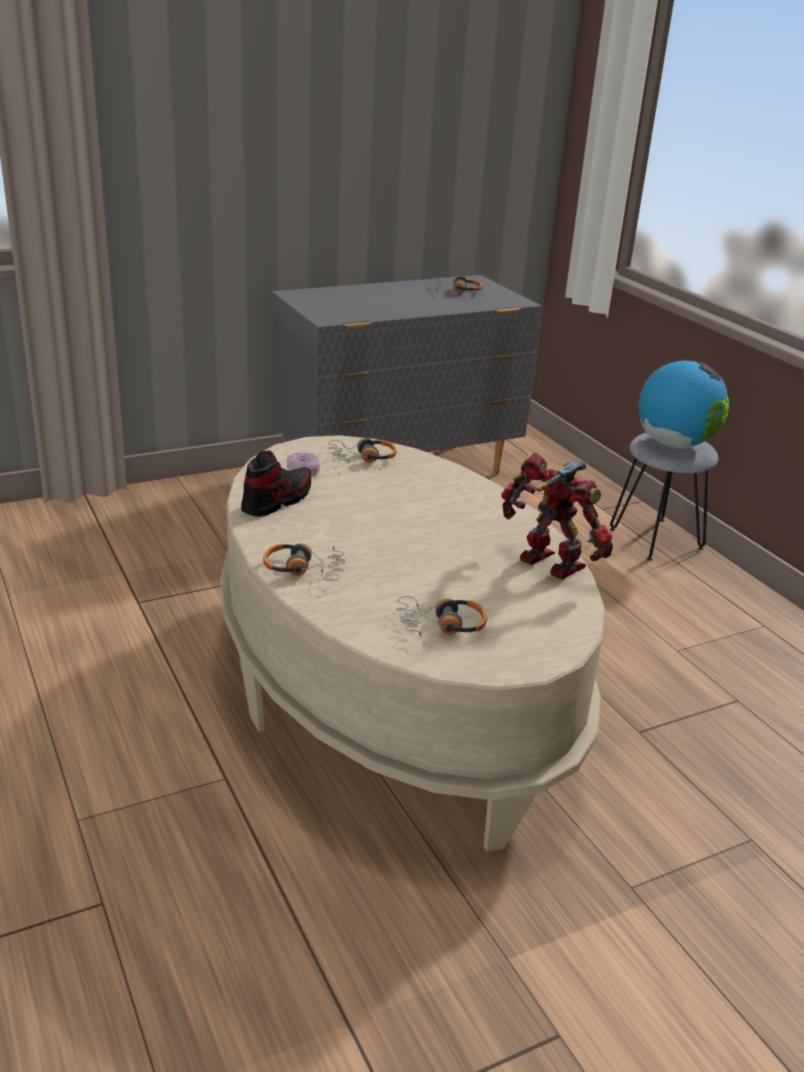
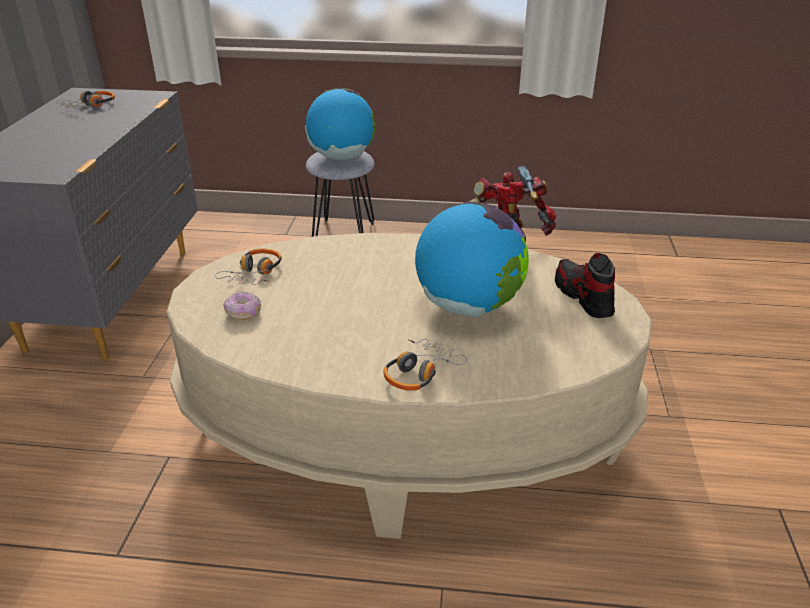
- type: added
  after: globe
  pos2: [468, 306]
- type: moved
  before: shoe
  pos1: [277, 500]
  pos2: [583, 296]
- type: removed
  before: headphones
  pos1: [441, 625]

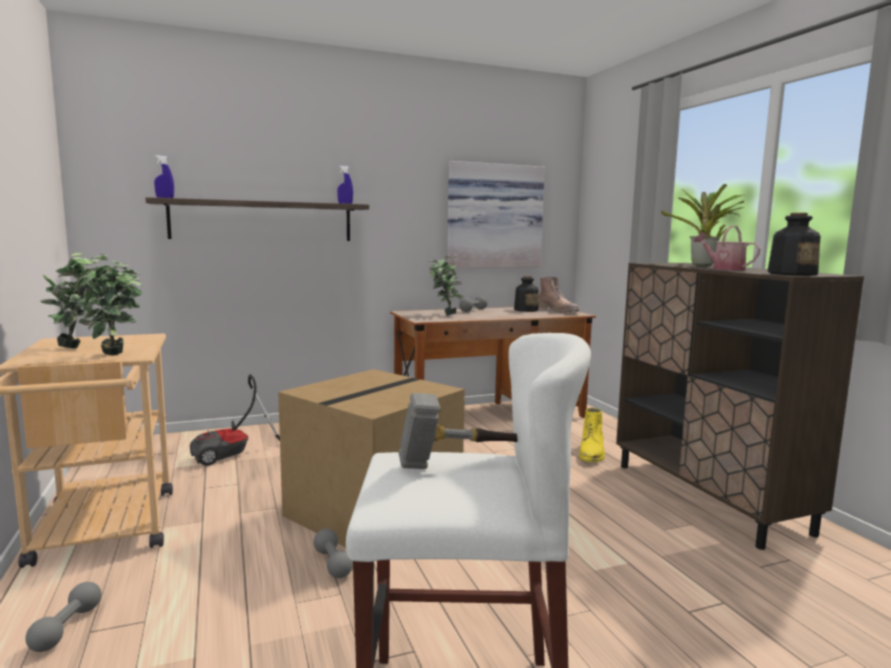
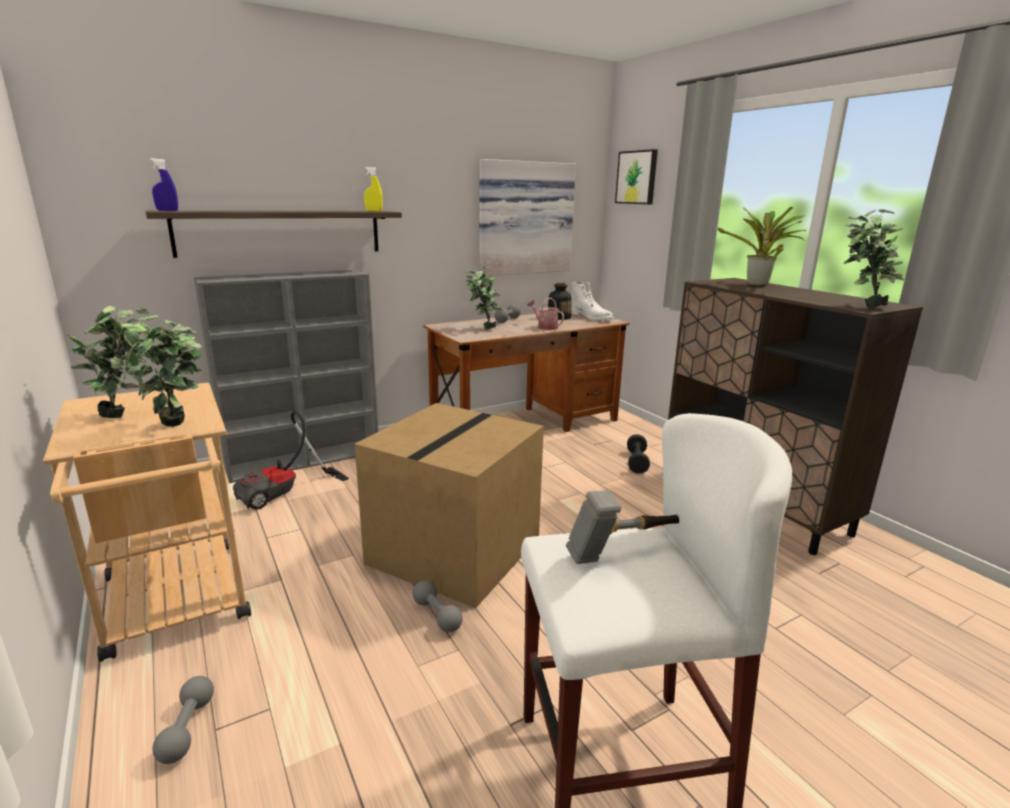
- type: added
  after: grey bookcase
  pos2: [306, 459]
- type: recoloured
  before: blue spray bottle
  after: yellow spray bottle
  pos1: [345, 203]
  pos2: [374, 211]
- type: moved
  before: watering can
  pos1: [724, 269]
  pos2: [545, 327]
- type: recoloured
  before: brown boot
  after: white boot
  pos1: [559, 311]
  pos2: [591, 317]
- type: added
  after: picture
  pos2: [637, 177]
- type: replaced
  before: yellow boot
  after: black dumbbell
  pos1: [592, 453]
  pos2: [636, 462]
- type: replaced
  before: bottle
  after: potted plant
  pos1: [791, 274]
  pos2: [861, 306]

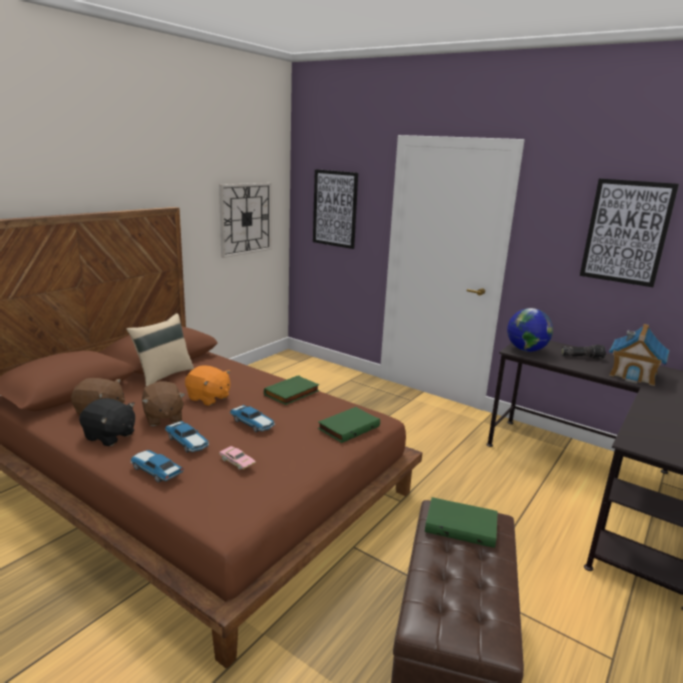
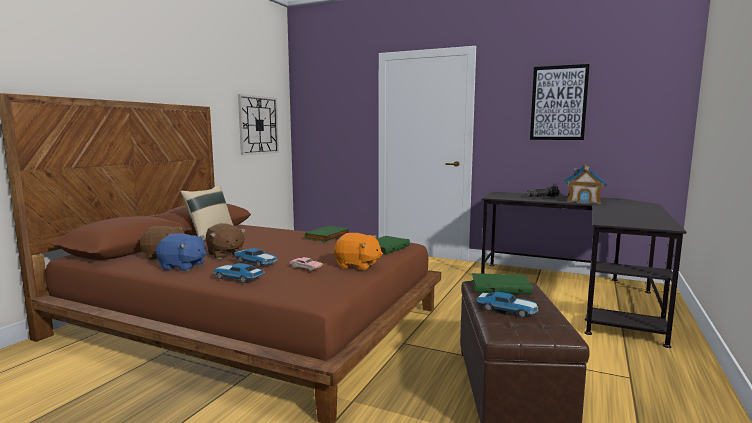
- type: recoloured
  before: black plush toy
  after: blue plush toy
  pos1: [110, 436]
  pos2: [183, 267]
- type: moved
  before: orange plush toy
  pos1: [208, 398]
  pos2: [357, 266]
- type: moved
  before: toy car
  pos1: [253, 423]
  pos2: [507, 310]
- type: removed
  before: picture
  pos1: [335, 208]
- type: removed
  before: globe
  pos1: [526, 350]

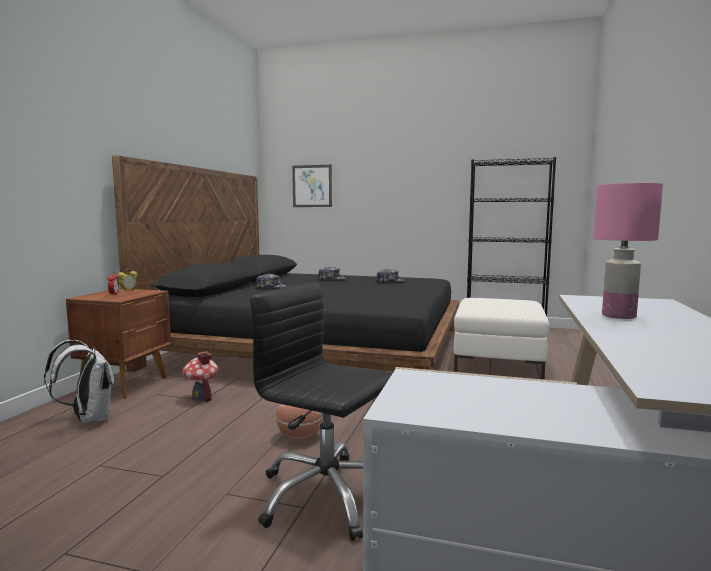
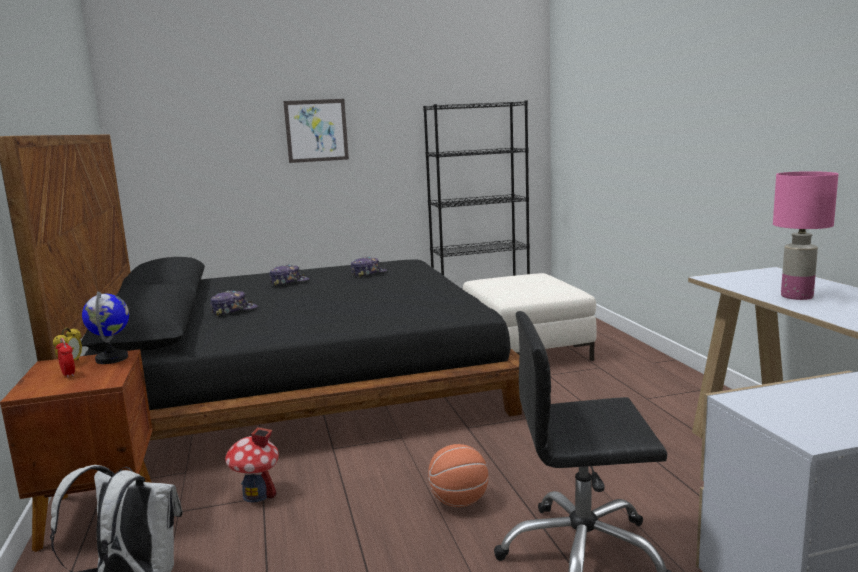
- type: added
  after: globe
  pos2: [112, 358]
- type: moved
  before: picture
  pos1: [312, 186]
  pos2: [316, 130]

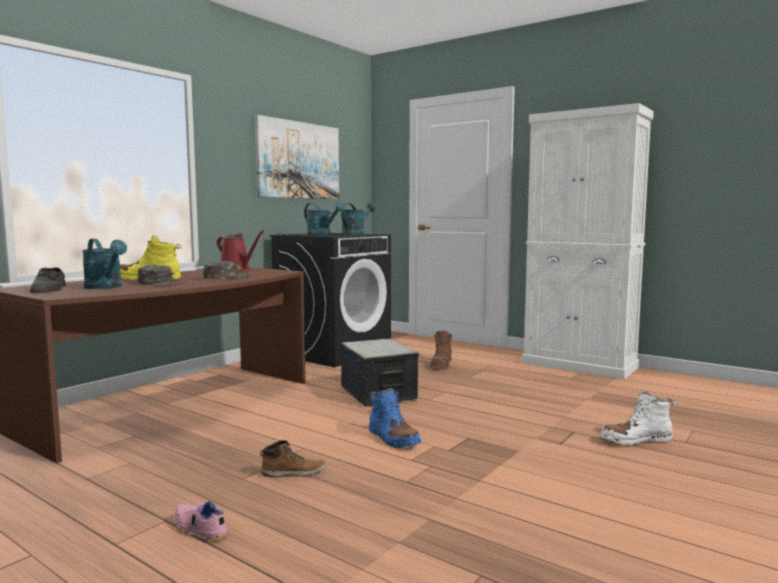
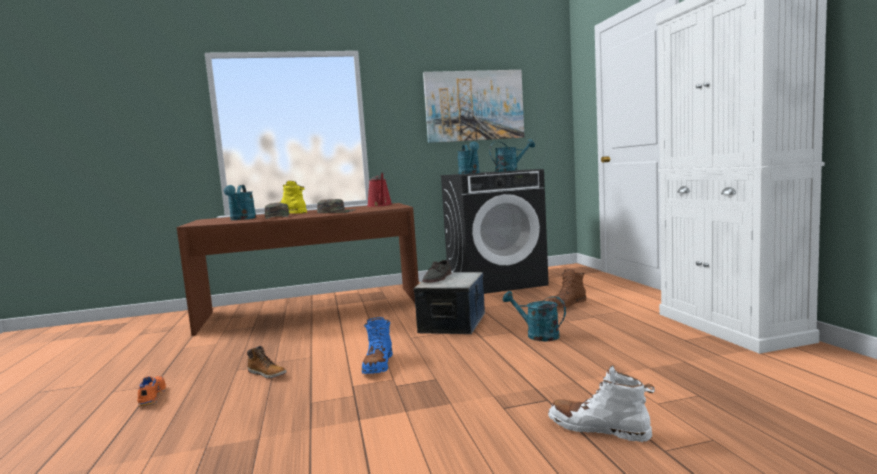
- type: recoloured
  before: pink shoe
  after: orange shoe
  pos1: [199, 530]
  pos2: [151, 397]
- type: moved
  before: grey shoe
  pos1: [49, 289]
  pos2: [438, 278]
- type: added
  after: turquoise watering can
  pos2: [537, 335]

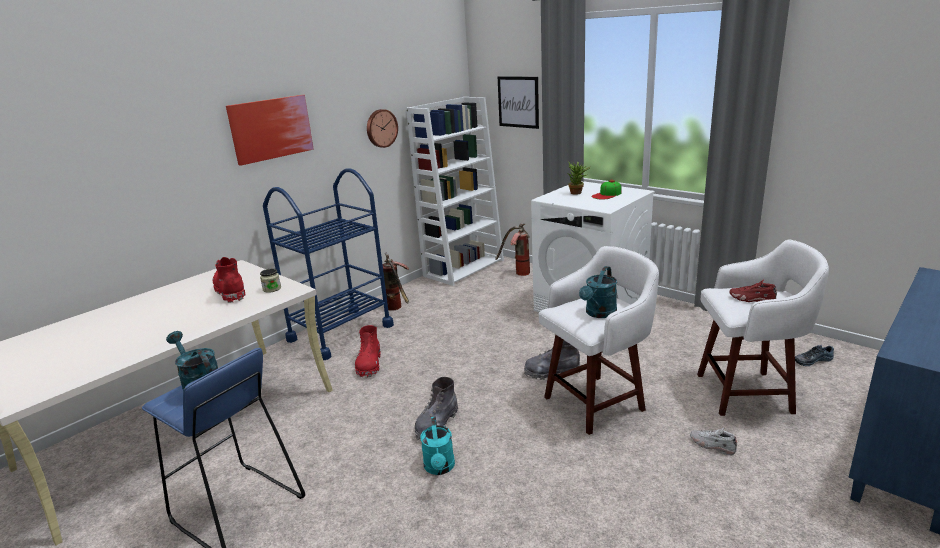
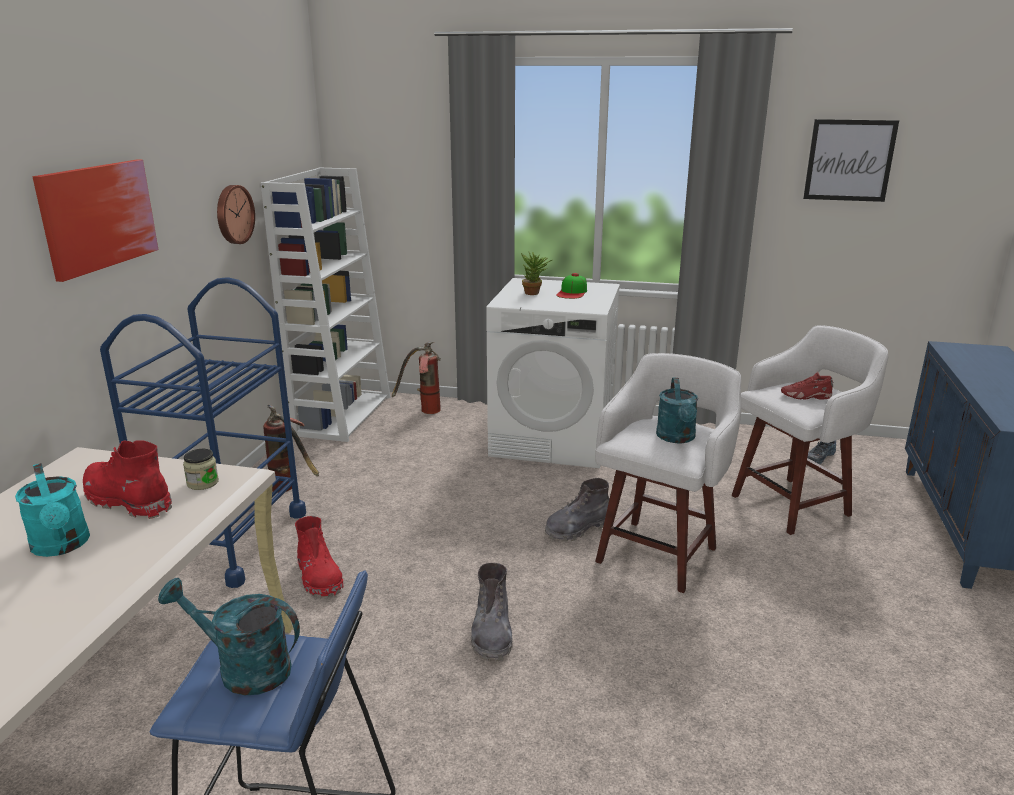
- type: moved
  before: turquoise watering can
  pos1: [440, 468]
  pos2: [62, 546]
- type: moved
  before: picture
  pos1: [518, 102]
  pos2: [849, 160]
- type: removed
  before: white shoe
  pos1: [712, 445]

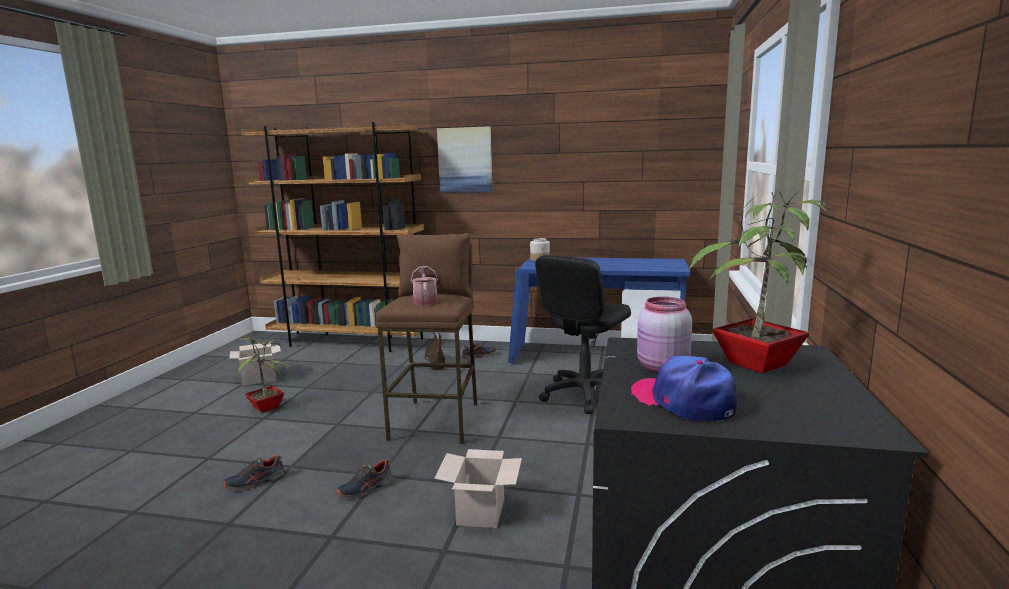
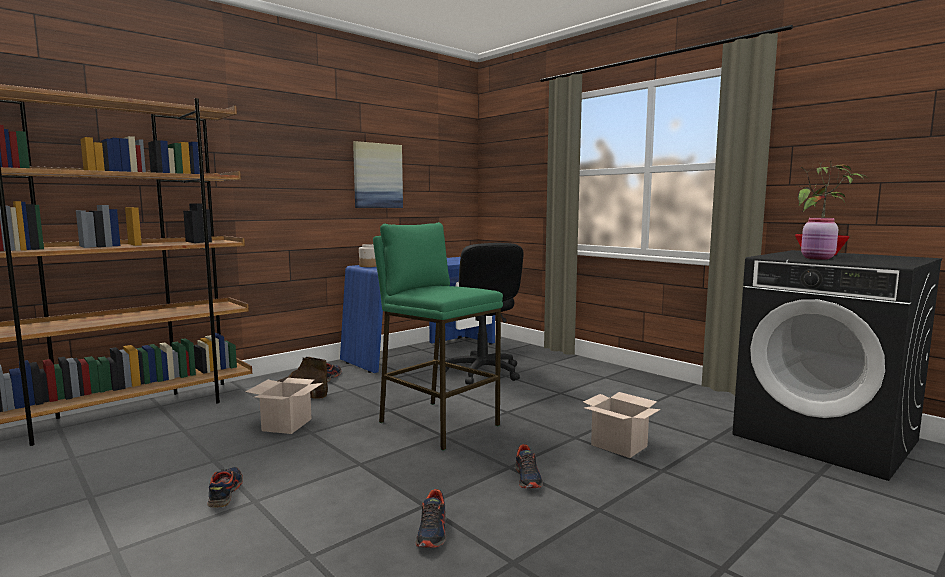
- type: replaced
  before: potted plant
  after: shoe
  pos1: [268, 407]
  pos2: [225, 493]
- type: moved
  before: cardboard box
  pos1: [259, 378]
  pos2: [287, 424]
- type: moved
  before: picture
  pos1: [465, 160]
  pos2: [377, 176]
- type: recoloured
  before: brown stool
  after: green stool
  pos1: [436, 421]
  pos2: [438, 423]
- type: removed
  before: watering can
  pos1: [425, 300]
- type: removed
  before: cap
  pos1: [683, 401]

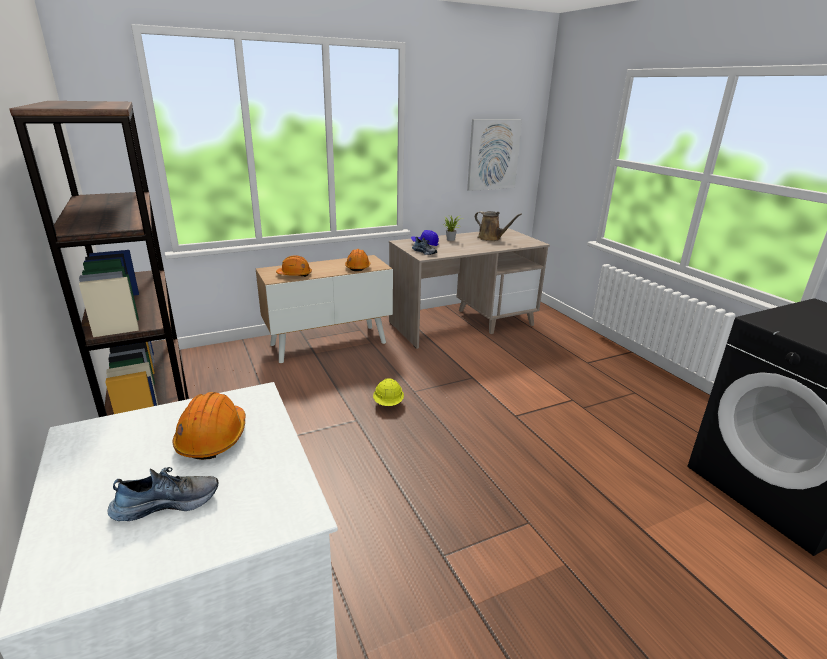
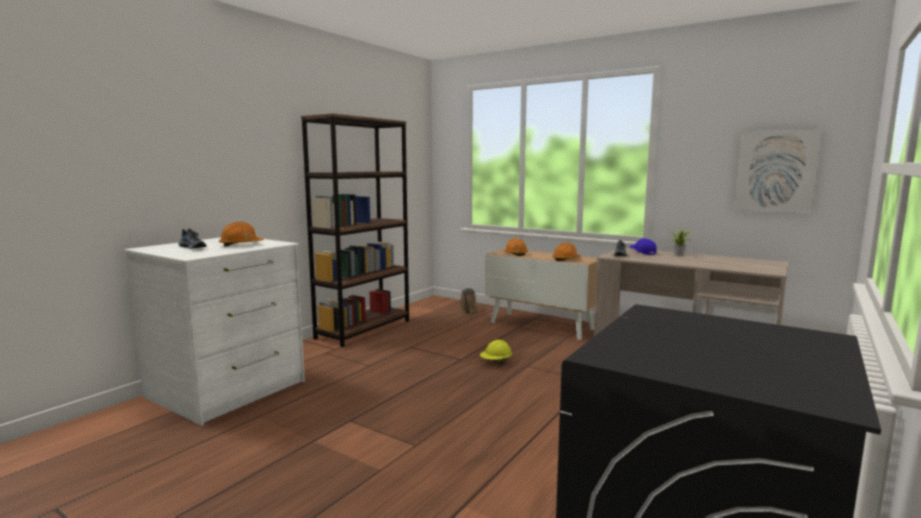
- type: moved
  before: brown watering can
  pos1: [491, 238]
  pos2: [468, 311]

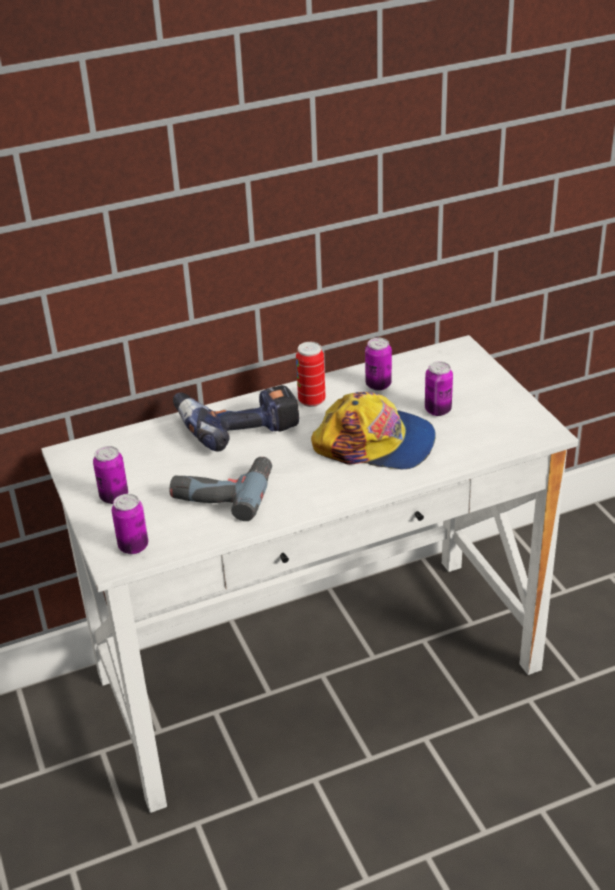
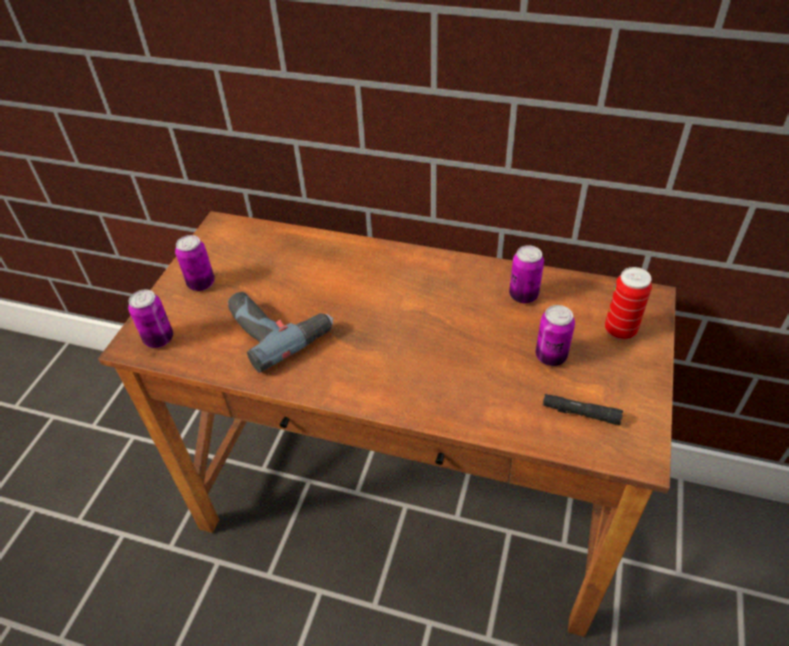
- type: recoloured
  before: white desk
  after: brown desk
  pos1: [318, 672]
  pos2: [405, 500]
- type: added
  after: black flashlight
  pos2: [580, 413]
- type: moved
  before: can
  pos1: [311, 401]
  pos2: [620, 330]
- type: removed
  before: power drill
  pos1: [237, 424]
- type: removed
  before: cap
  pos1: [375, 443]

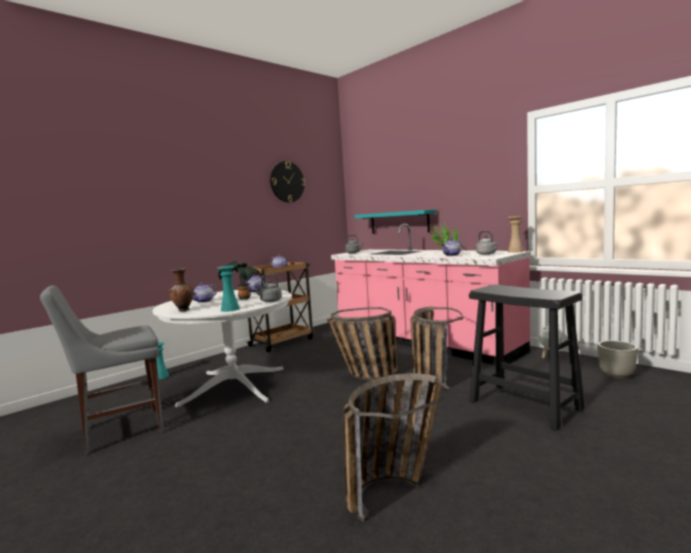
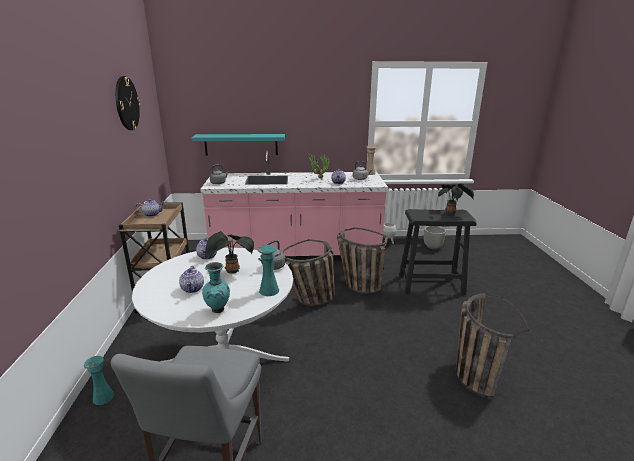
- type: recoloured
  before: brown vase
  after: turquoise vase
  pos1: [183, 310]
  pos2: [218, 310]
- type: added
  after: potted plant
  pos2: [451, 213]

